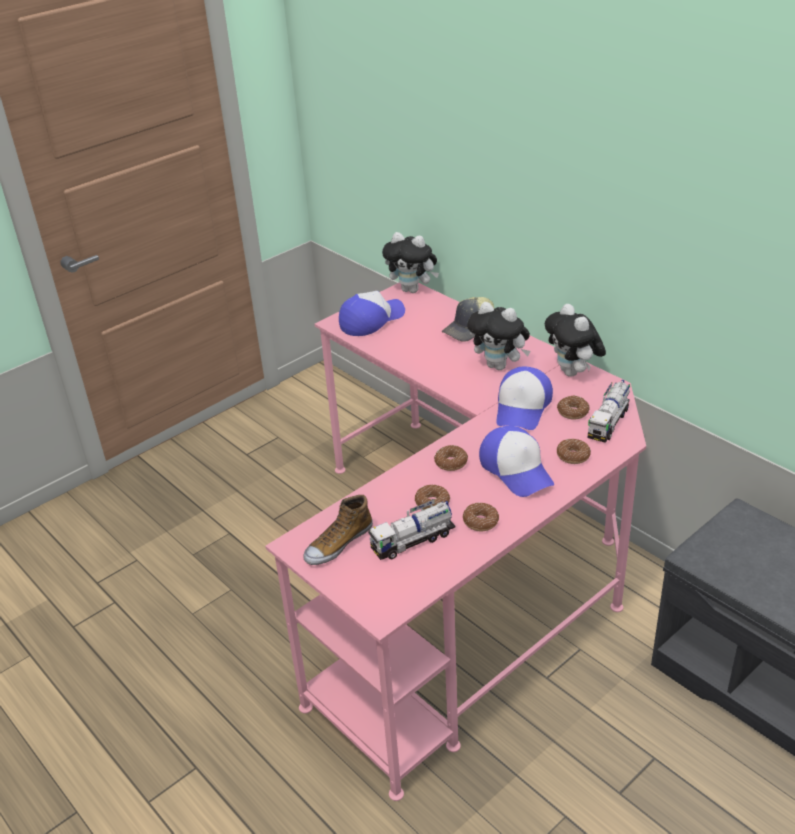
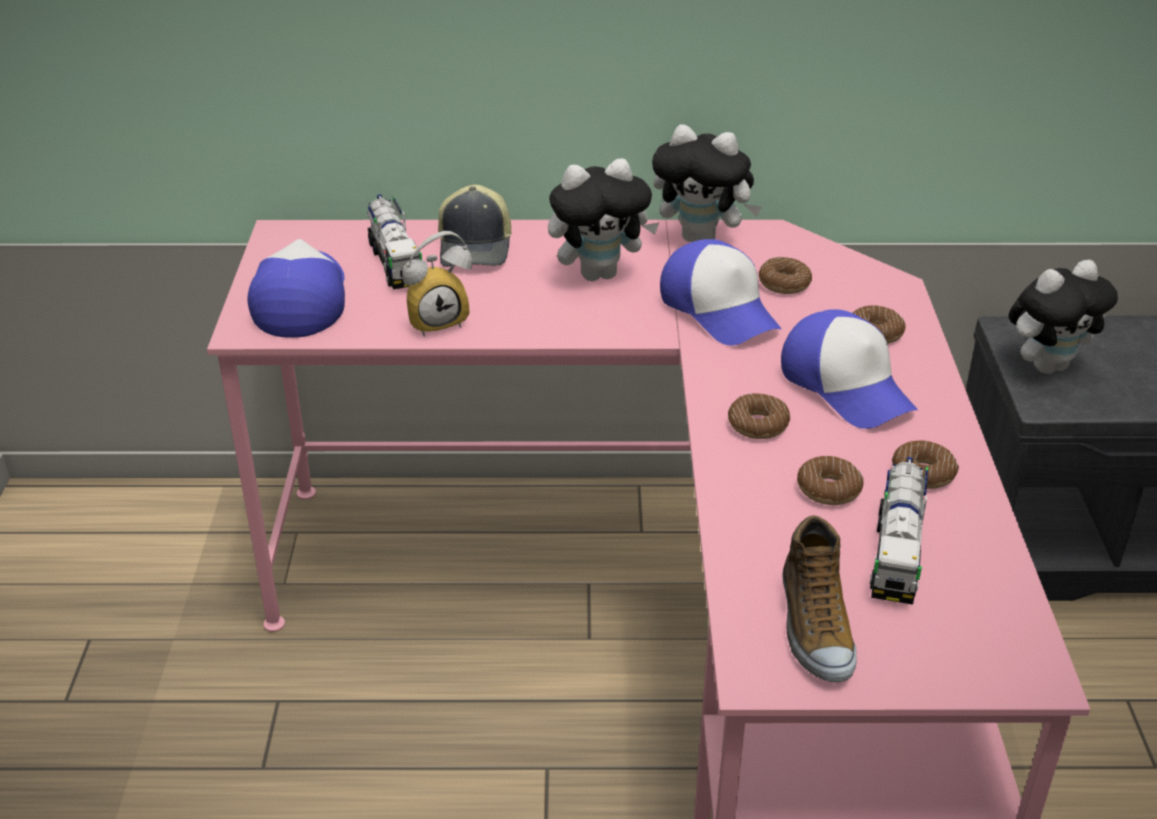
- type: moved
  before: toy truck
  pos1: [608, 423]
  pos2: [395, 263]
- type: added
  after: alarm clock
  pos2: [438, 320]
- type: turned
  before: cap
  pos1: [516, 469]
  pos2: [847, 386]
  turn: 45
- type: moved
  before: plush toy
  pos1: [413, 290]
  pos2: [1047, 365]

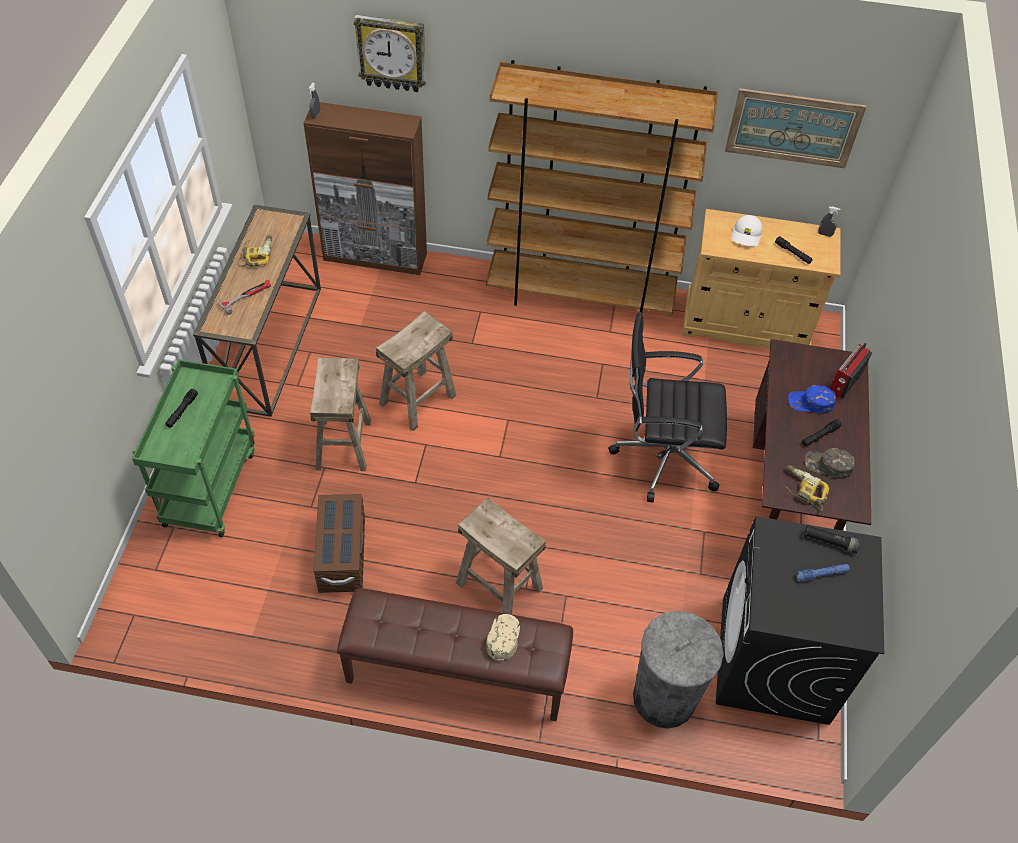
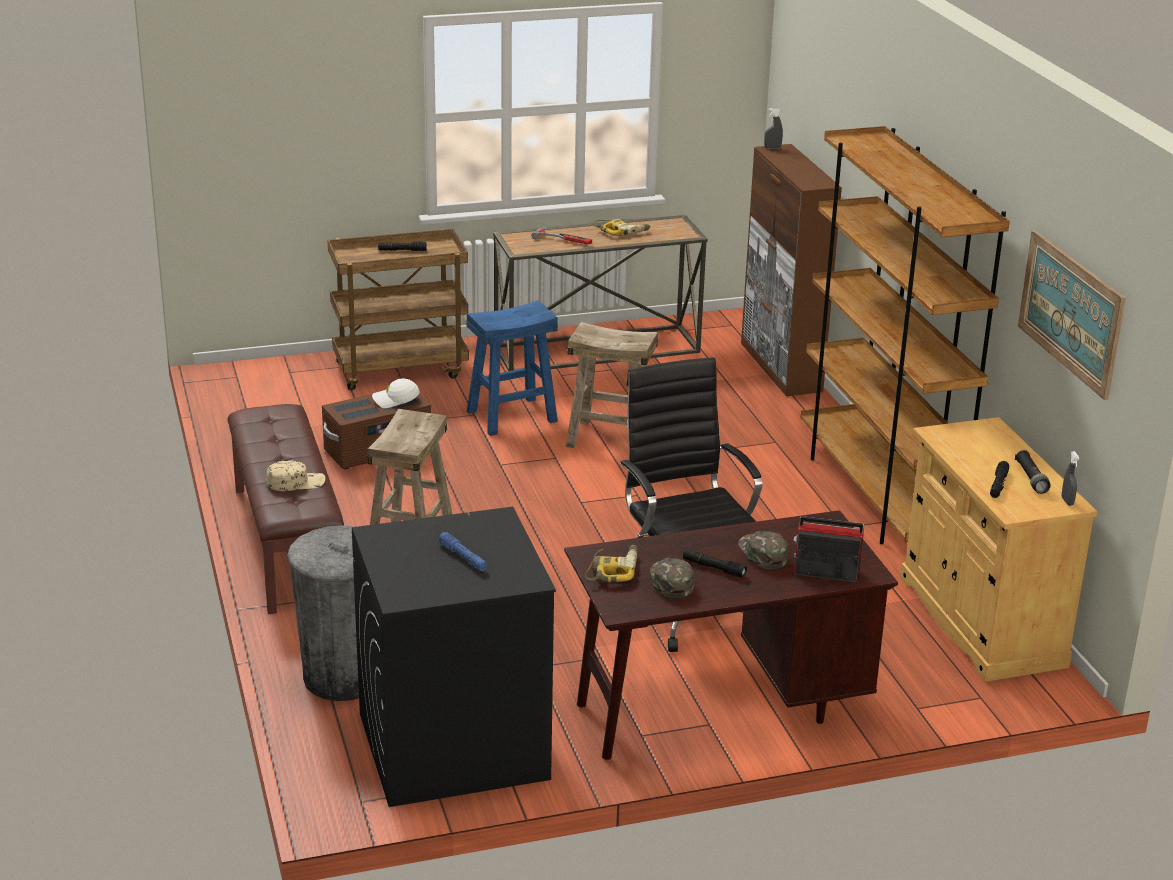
- type: recoloured
  before: green cart
  after: brown cart
  pos1: [210, 486]
  pos2: [401, 369]
- type: moved
  before: white cap
  pos1: [746, 235]
  pos2: [395, 400]
- type: recoloured
  before: beige stool
  after: blue stool
  pos1: [343, 444]
  pos2: [512, 416]
- type: recoloured
  before: blue cap
  after: green cap
  pos1: [810, 402]
  pos2: [762, 553]
- type: moved
  before: black flashlight
  pos1: [829, 542]
  pos2: [1031, 478]
- type: removed
  before: wall clock
  pos1: [392, 53]

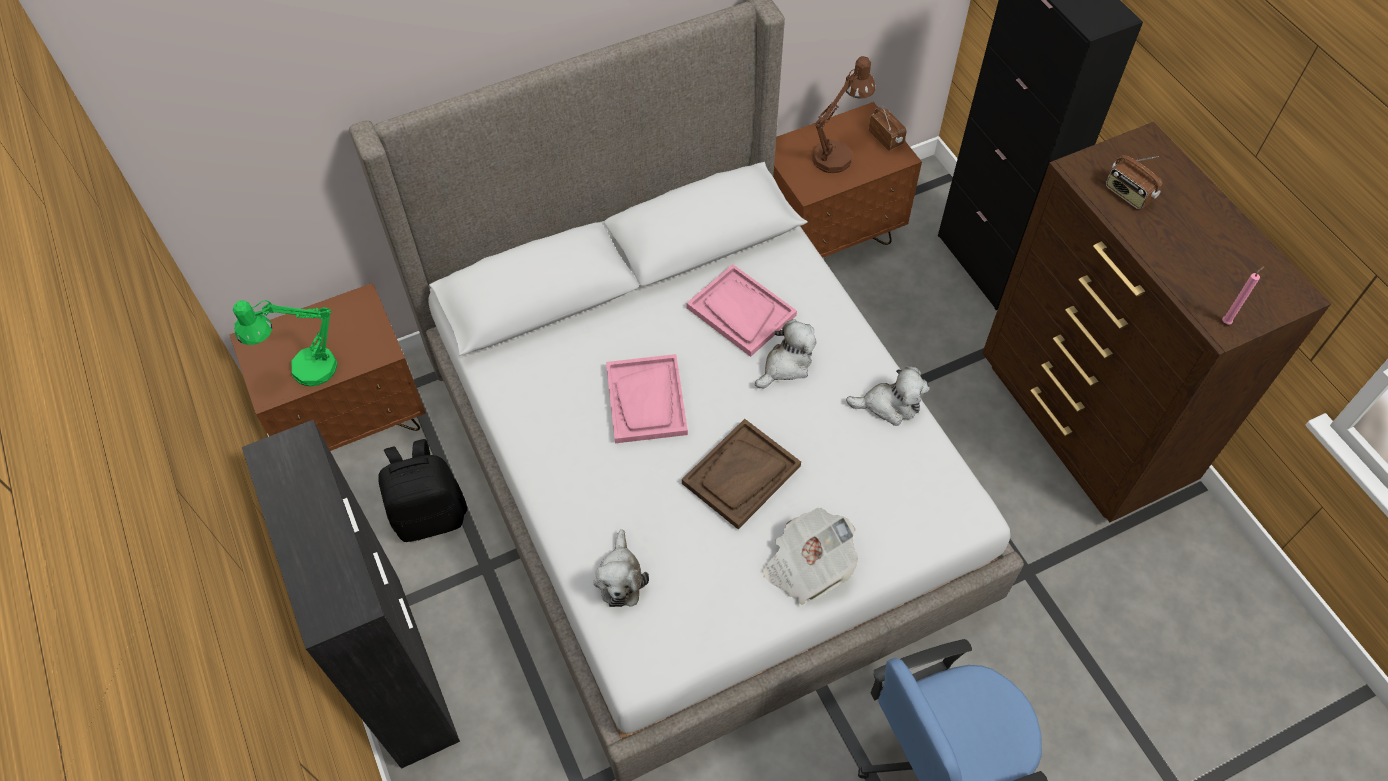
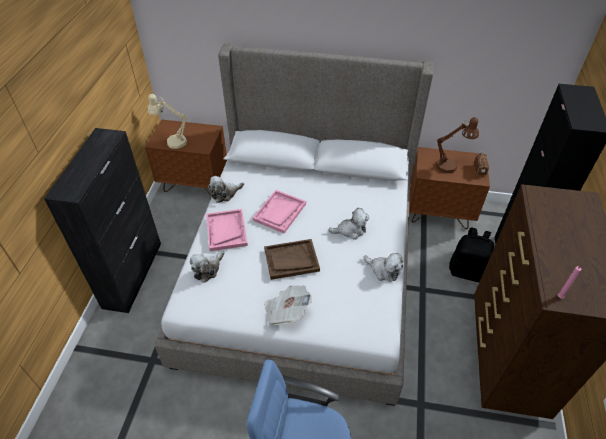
- type: recoloured
  before: green table lamp
  after: beige table lamp
  pos1: [304, 371]
  pos2: [172, 142]
- type: moved
  before: pink tray
  pos1: [740, 312]
  pos2: [226, 230]
- type: added
  after: plush toy
  pos2: [225, 194]
- type: moved
  before: black backpack
  pos1: [430, 515]
  pos2: [467, 271]
- type: removed
  before: radio
  pos1: [1128, 194]

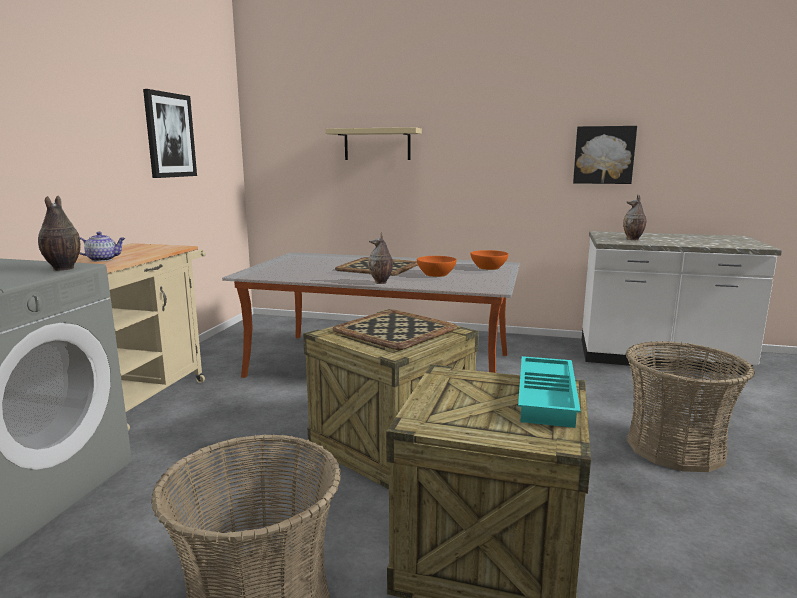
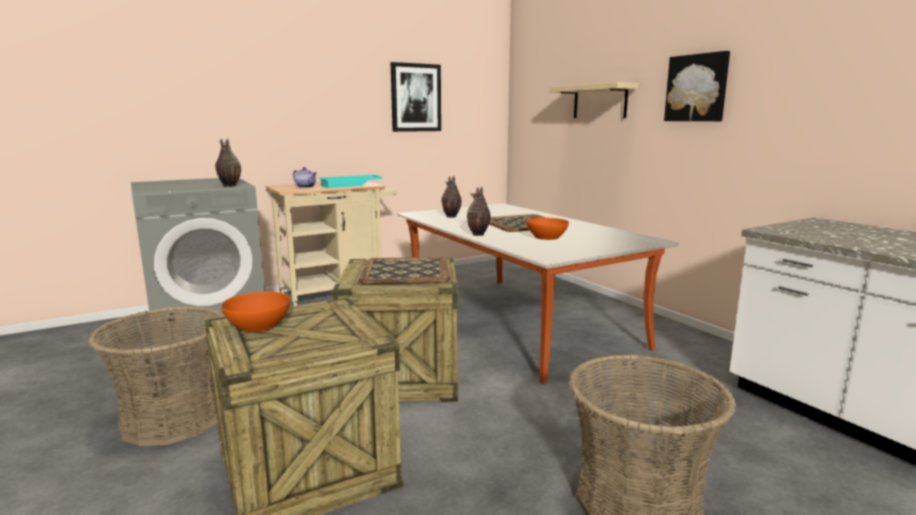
- type: moved
  before: orange bowl
  pos1: [488, 267]
  pos2: [258, 325]
- type: moved
  before: turquoise tray
  pos1: [548, 397]
  pos2: [351, 185]
- type: moved
  before: vase
  pos1: [633, 239]
  pos2: [451, 216]
- type: moved
  before: picture
  pos1: [603, 155]
  pos2: [697, 88]

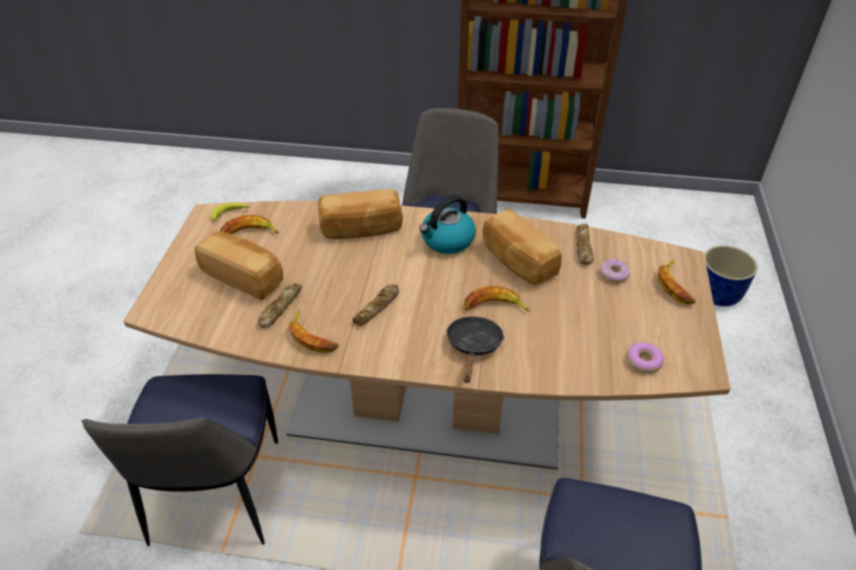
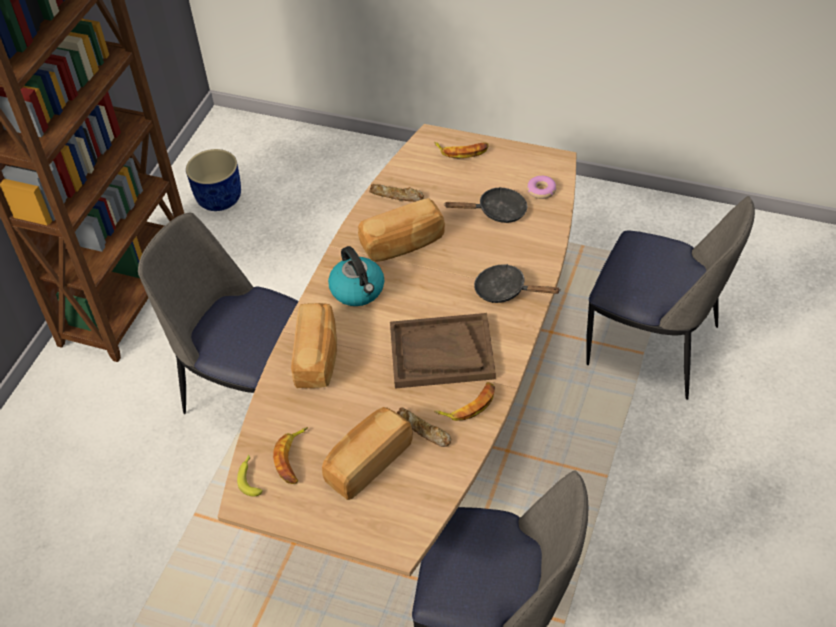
- type: moved
  before: blue planter
  pos1: [717, 294]
  pos2: [219, 199]
- type: replaced
  before: bread
  after: brown tray
  pos1: [377, 308]
  pos2: [441, 353]
- type: added
  after: black frying pan
  pos2: [497, 212]
- type: removed
  before: banana
  pos1: [494, 307]
- type: removed
  before: donut
  pos1: [613, 274]

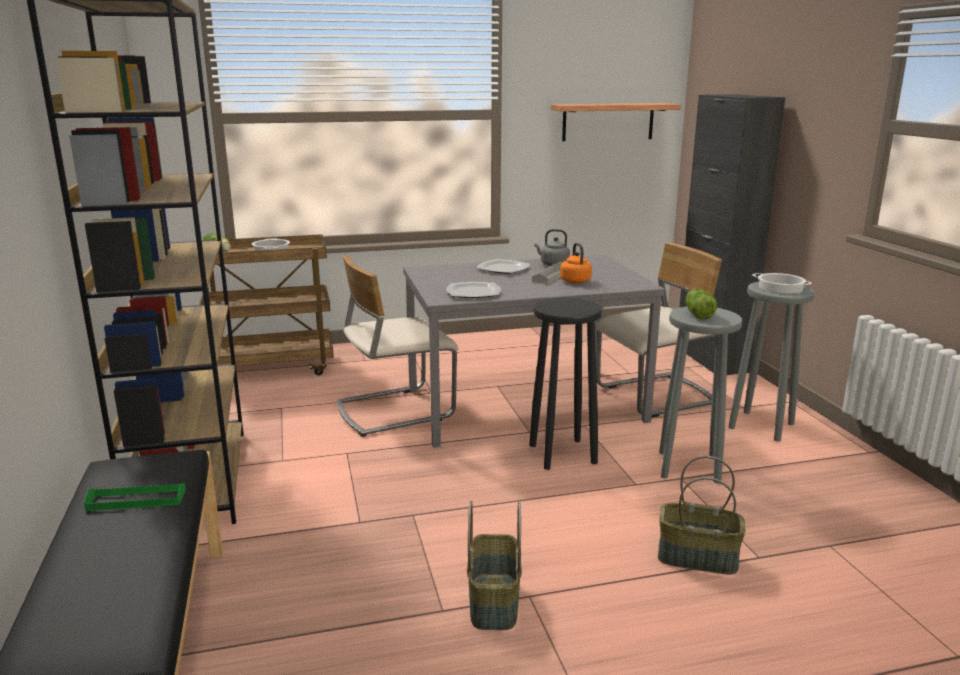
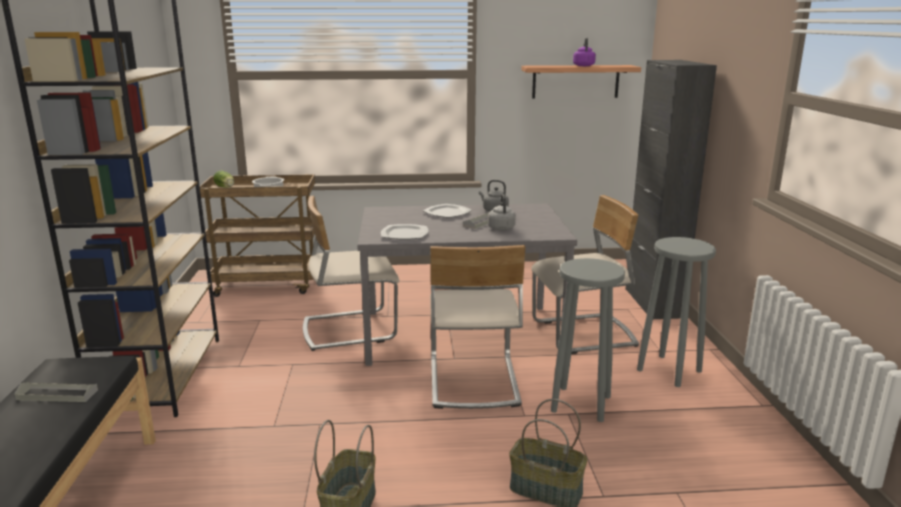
- type: recoloured
  before: green tray
  after: grey tray
  pos1: [136, 500]
  pos2: [57, 395]
- type: replaced
  before: black stool
  after: beige chair
  pos1: [561, 454]
  pos2: [472, 381]
- type: recoloured
  before: orange kettle
  after: grey kettle
  pos1: [574, 281]
  pos2: [501, 227]
- type: added
  after: purple kettle
  pos2: [583, 65]
- type: removed
  before: lettuce
  pos1: [697, 314]
- type: removed
  before: cooking pot
  pos1: [781, 288]

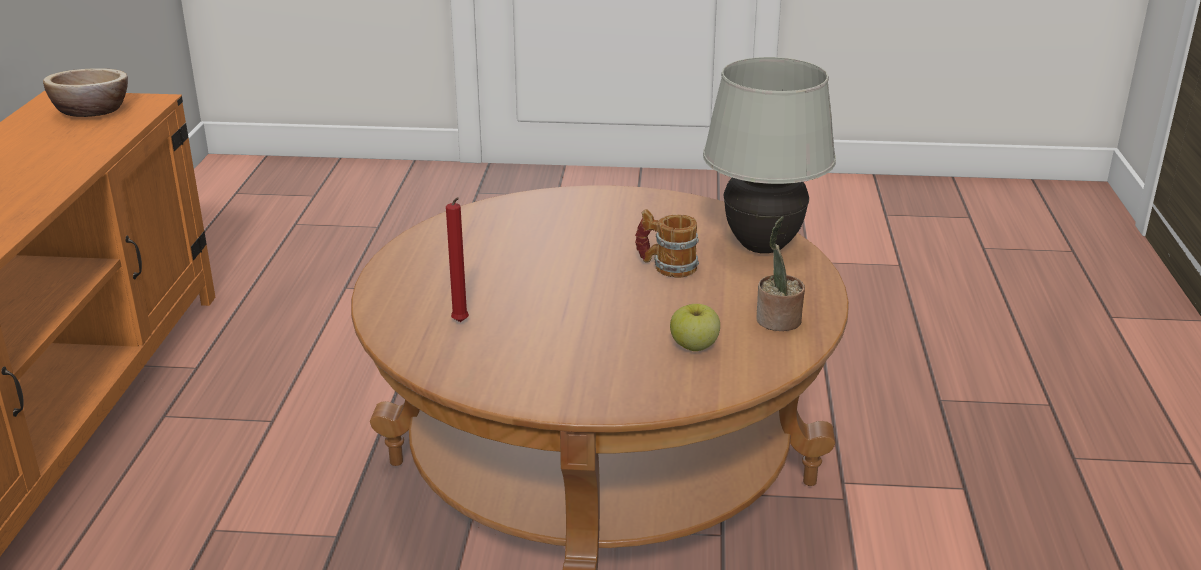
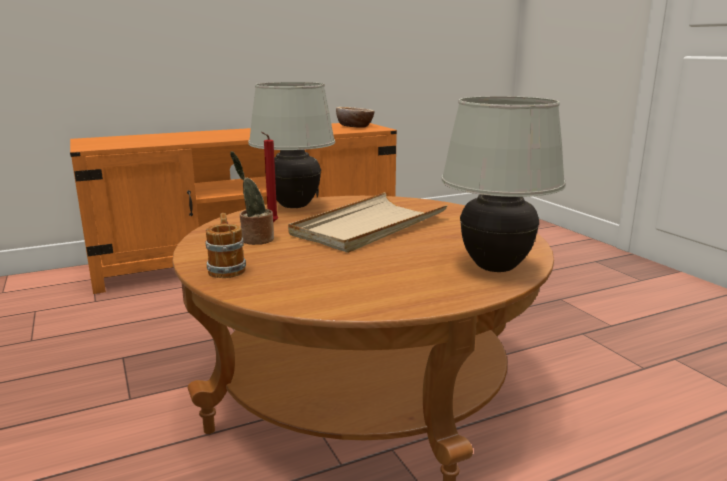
- type: moved
  before: mug
  pos1: [666, 266]
  pos2: [227, 268]
- type: moved
  before: potted plant
  pos1: [777, 321]
  pos2: [255, 239]
- type: added
  after: white table lamp
  pos2: [294, 206]
- type: added
  after: beige tray
  pos2: [369, 227]
- type: removed
  before: apple
  pos1: [694, 346]

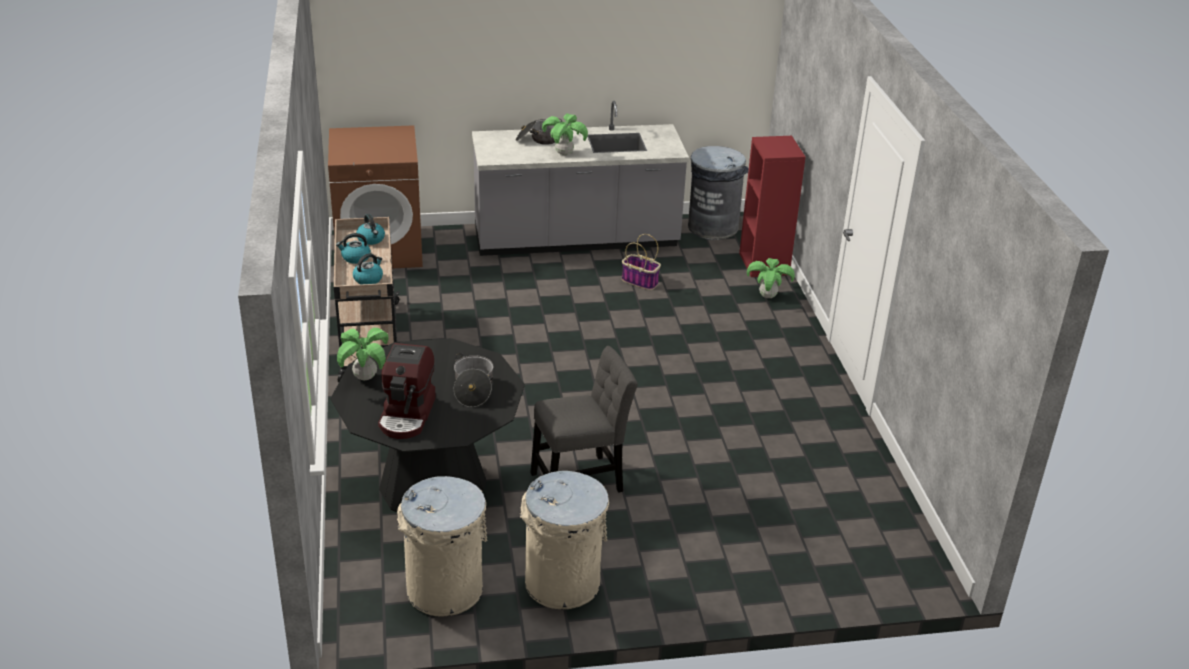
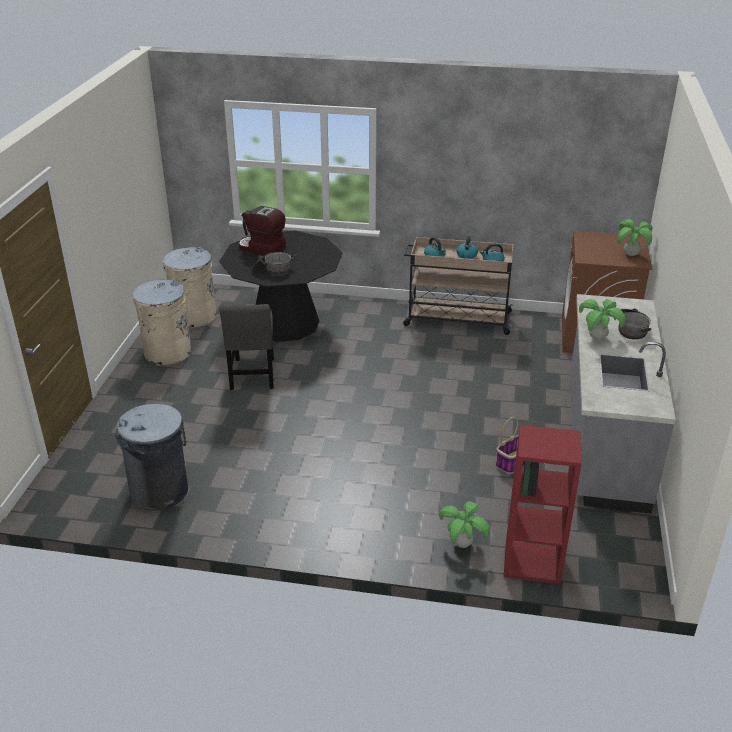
- type: moved
  before: grey trash can
  pos1: [713, 227]
  pos2: [160, 491]
- type: moved
  before: potted plant
  pos1: [365, 377]
  pos2: [630, 254]

